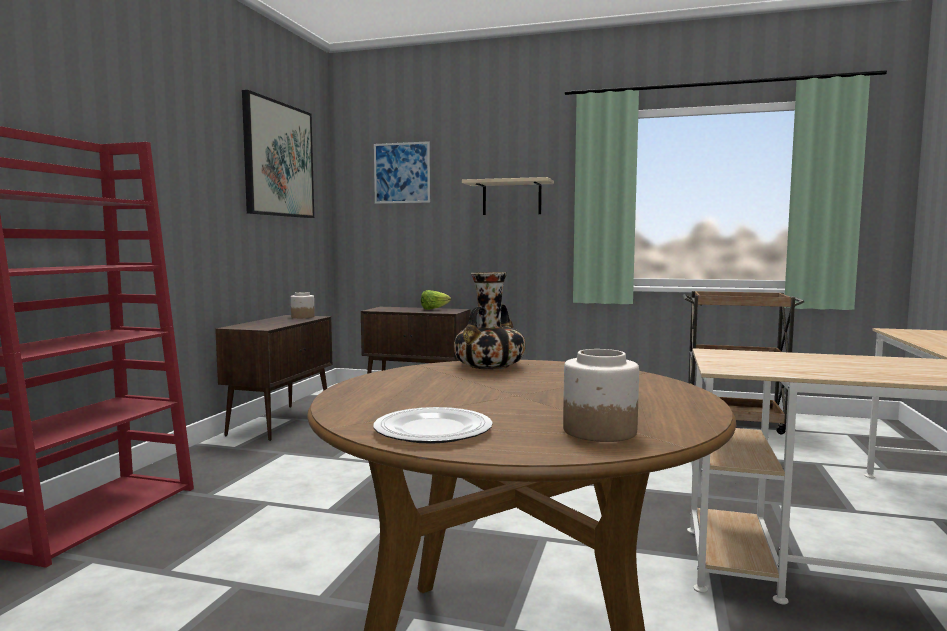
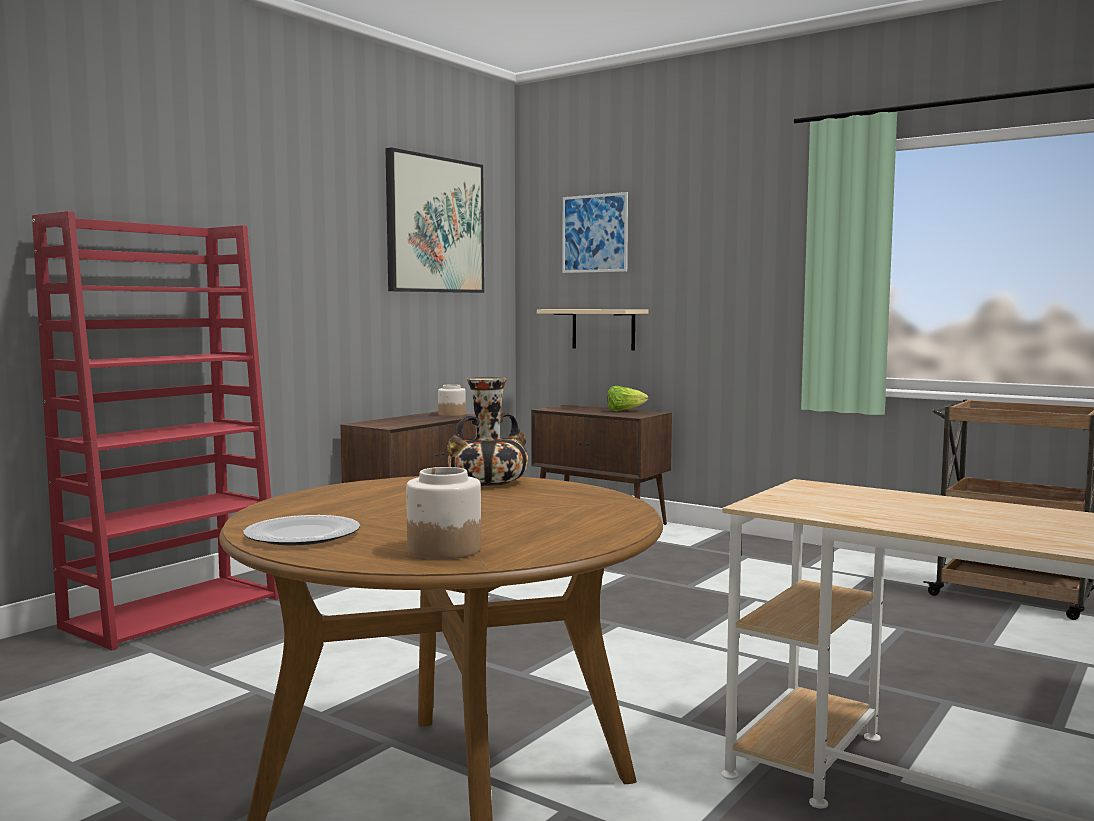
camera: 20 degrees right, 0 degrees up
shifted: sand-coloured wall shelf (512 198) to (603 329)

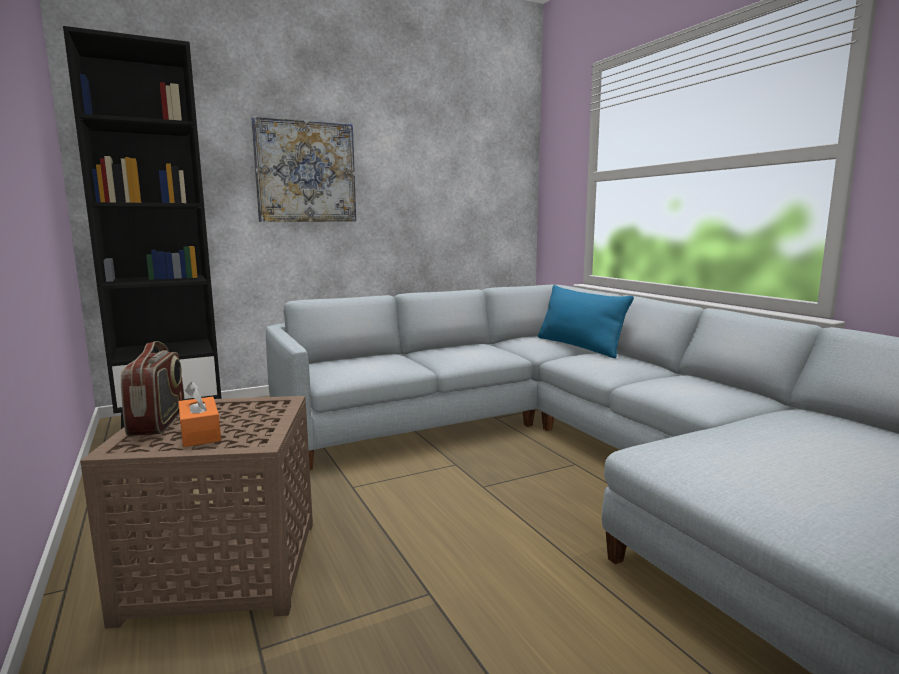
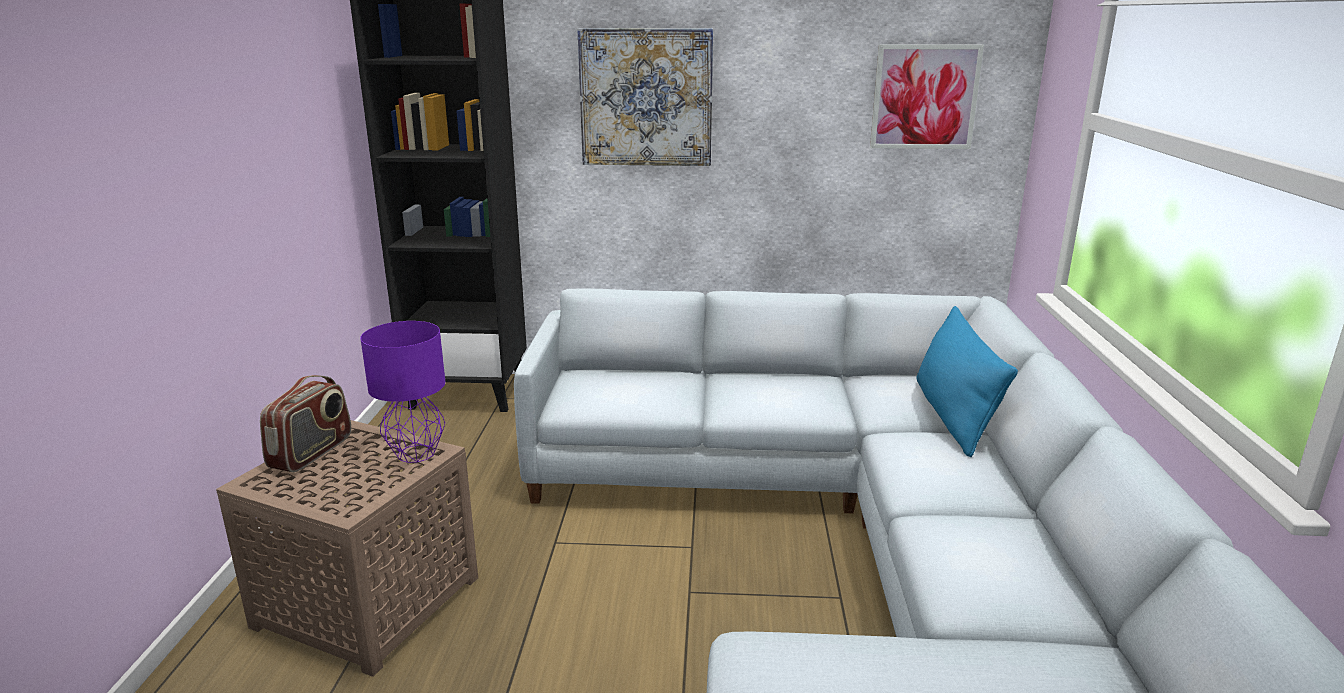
camera: 30 degrees right, 10 degrees up
gone: orange-coloured tissue holder (200 433)
new: purplish lamp for a table (417 453); picture (924 97)

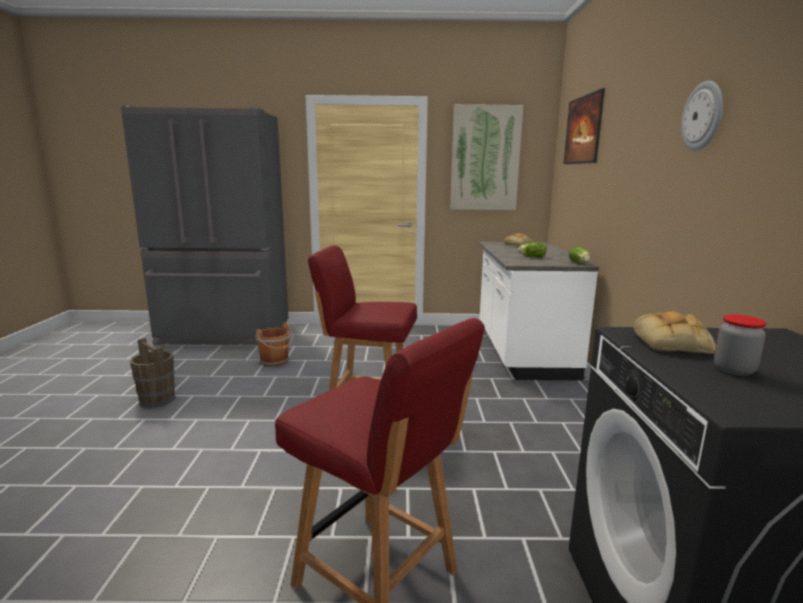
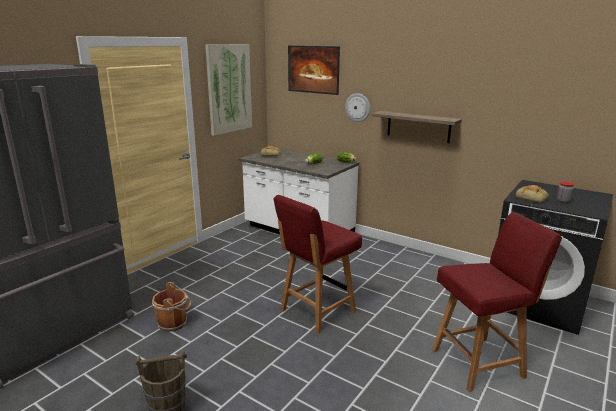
camera: 55 degrees left, 5 degrees up
new: wall shelf (418 126)
shifted: hanging clock (703 116) to (358 107)

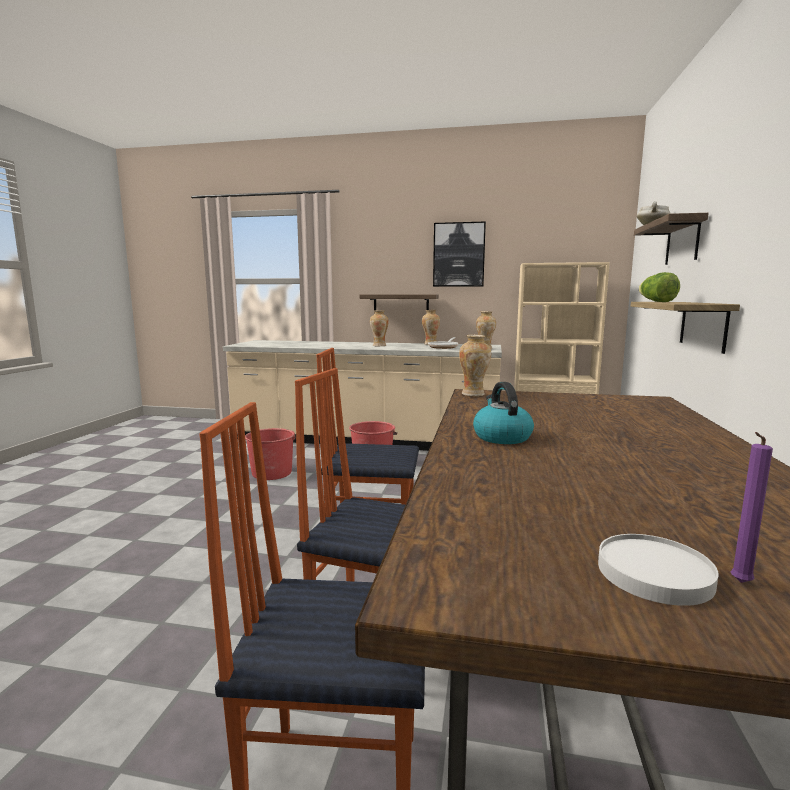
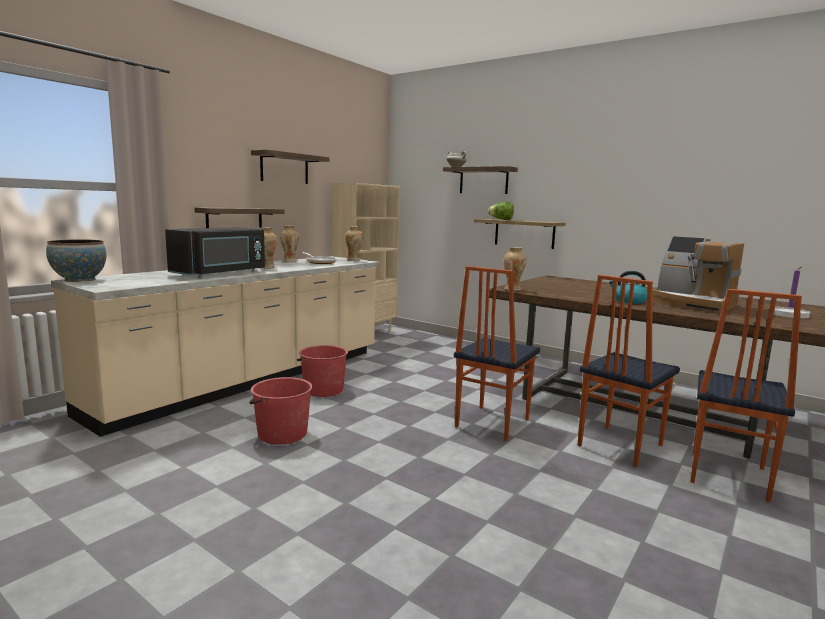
camera: 65 degrees left, 0 degrees up
new: bowl (79 280); black-coloured microwave (221 273); coffee machine (693 304)
swapped: picture (459 255) to wall shelf (284 168)

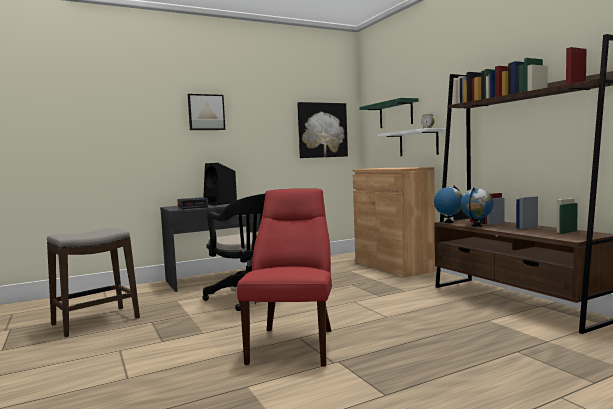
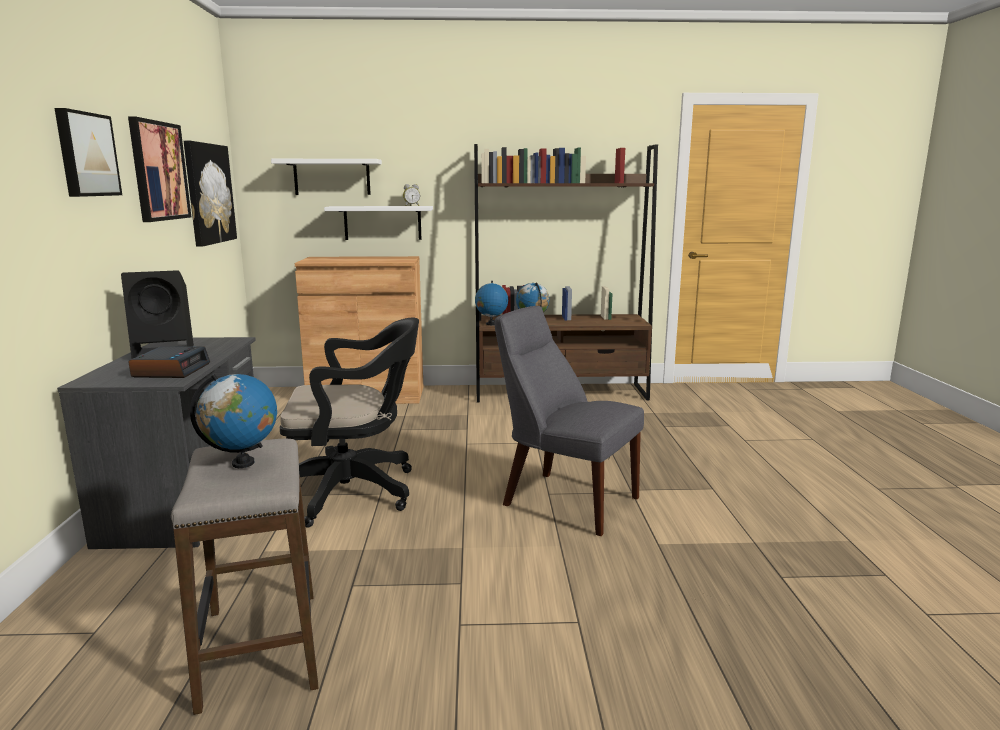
camera: 65 degrees left, 10 degrees up
new: picture (158 171); world globe (243 463)
repainted: red upright chair (293 344) to greyish upright chair (565 500); greenish wall shelf (395 114) to white-coloured wall shelf (332 177)

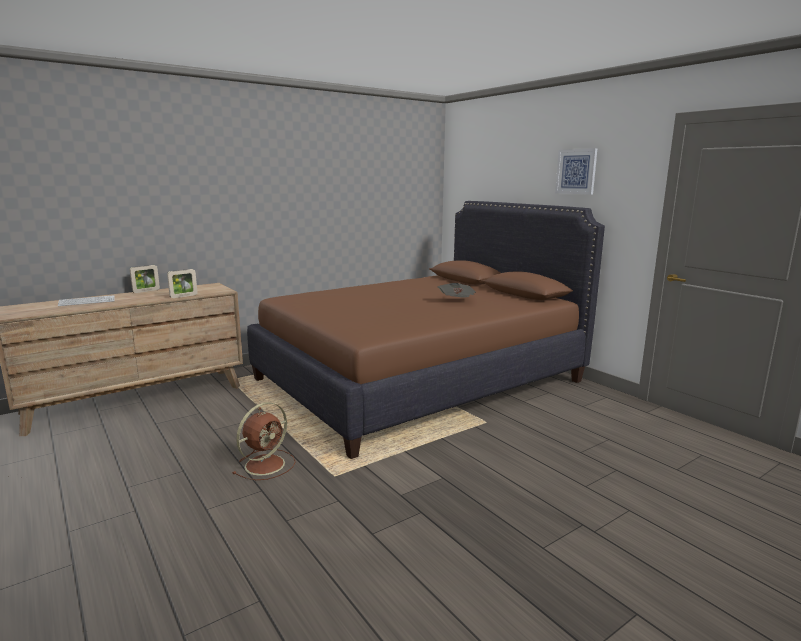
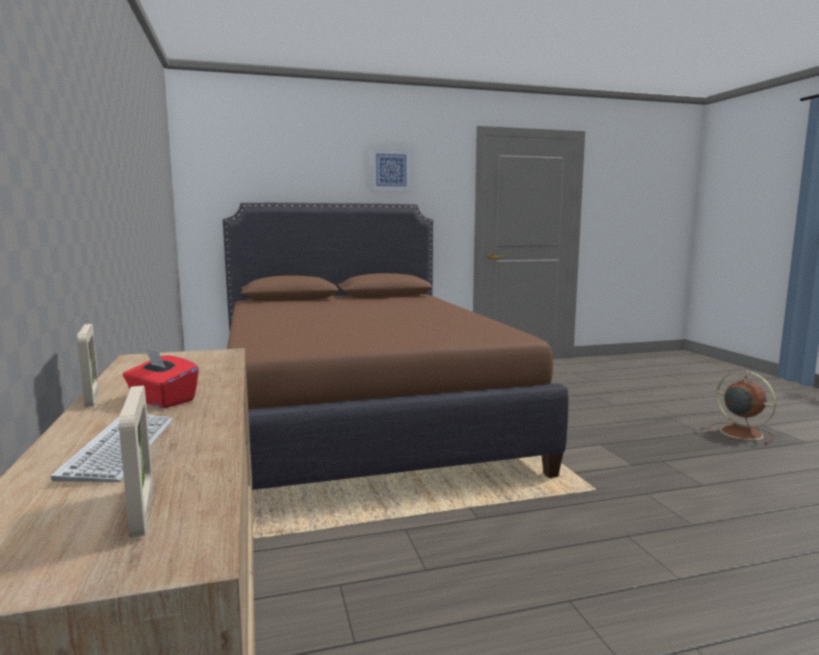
camera: 70 degrees left, 5 degrees down
gone: daily paper (457 301)
new: red tissue holder (162 400)
shifted: standing frame (183 296) to (142 511); brown electric fan (266 464) to (739 432)

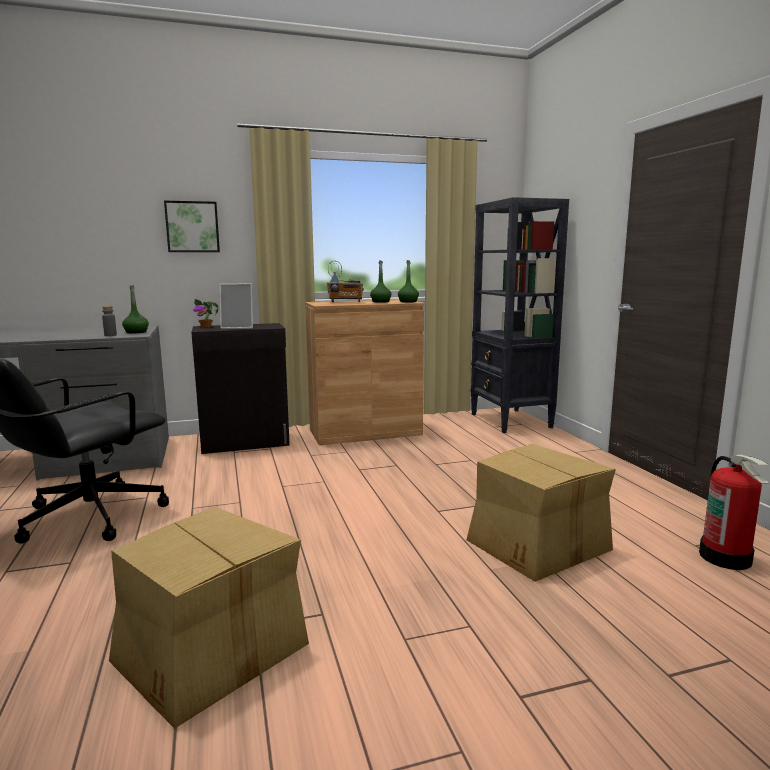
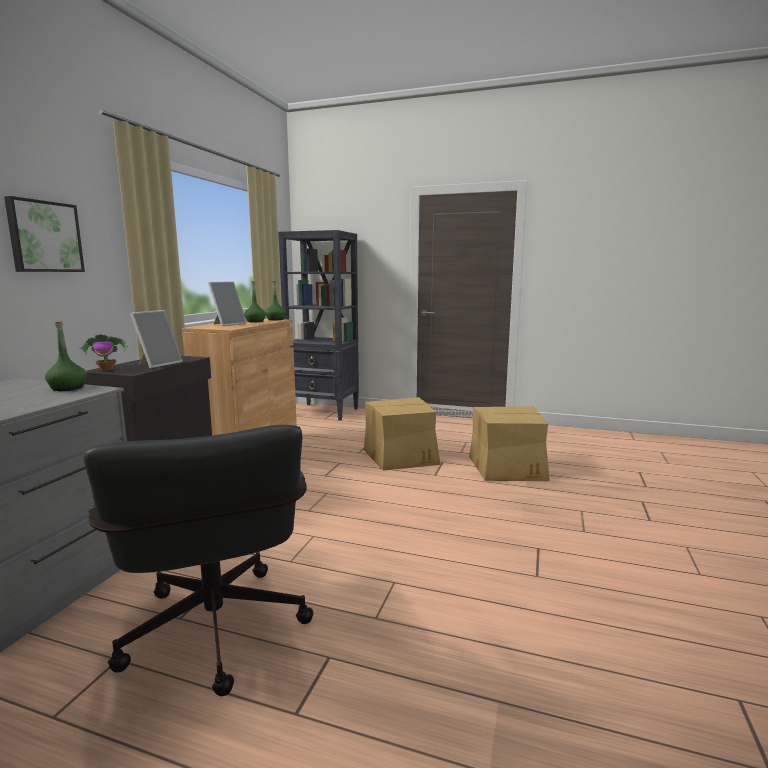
camera: 55 degrees left, 0 degrees up
gone: greyish drink bottle (110 335); fire extinguisher (726 557)
shifted: carton (209 651) to (402 456)
swapped: radio (346 302) to standing frame (227 324)

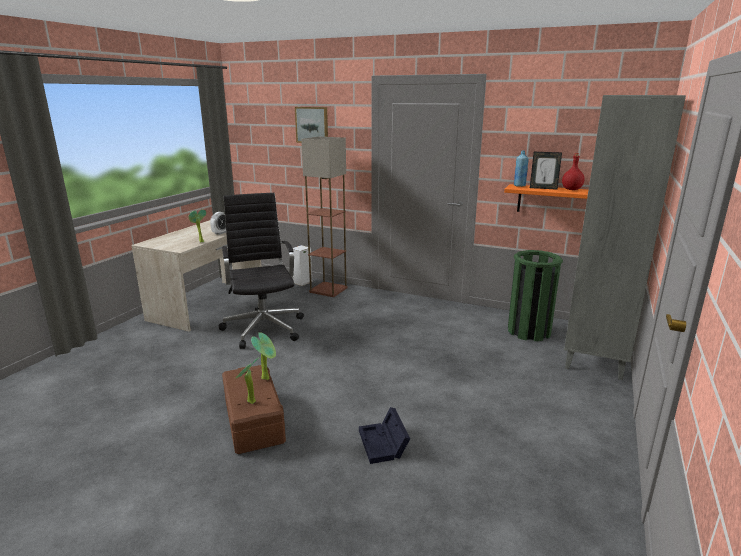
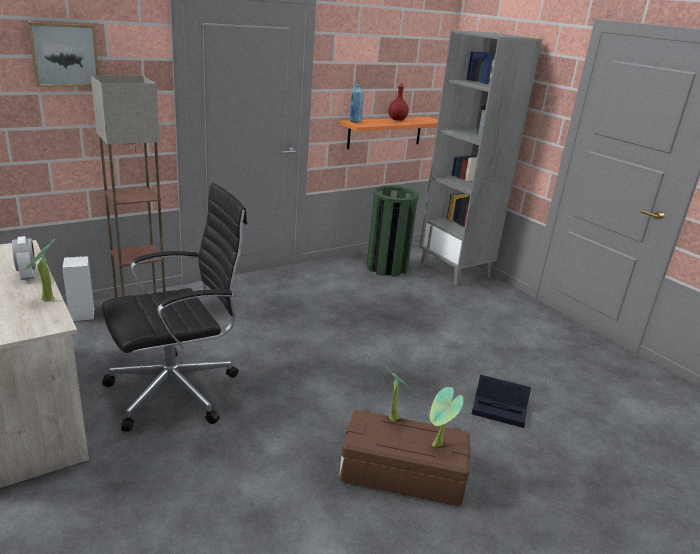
camera: 60 degrees left, 5 degrees up
gone: standing frame (543 188)
rotated: black-coloured desk chair (264 327) = (177 390) 135 degrees clockwise

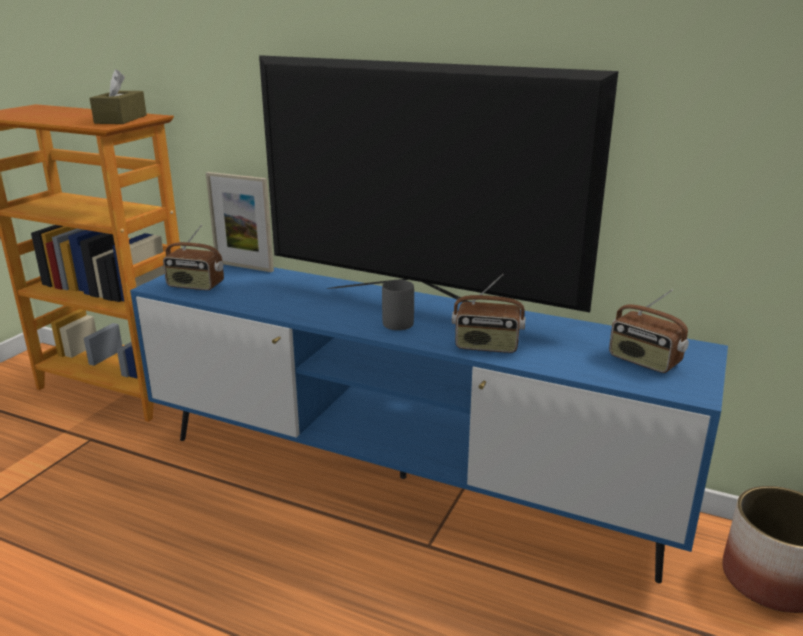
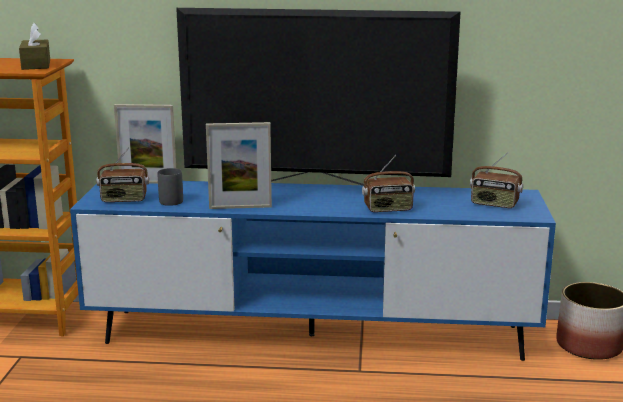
camera: 20 degrees left, 5 degrees down
new: standing frame (240 207)
shifted: greyish coffee mug (397 320) to (169 200)

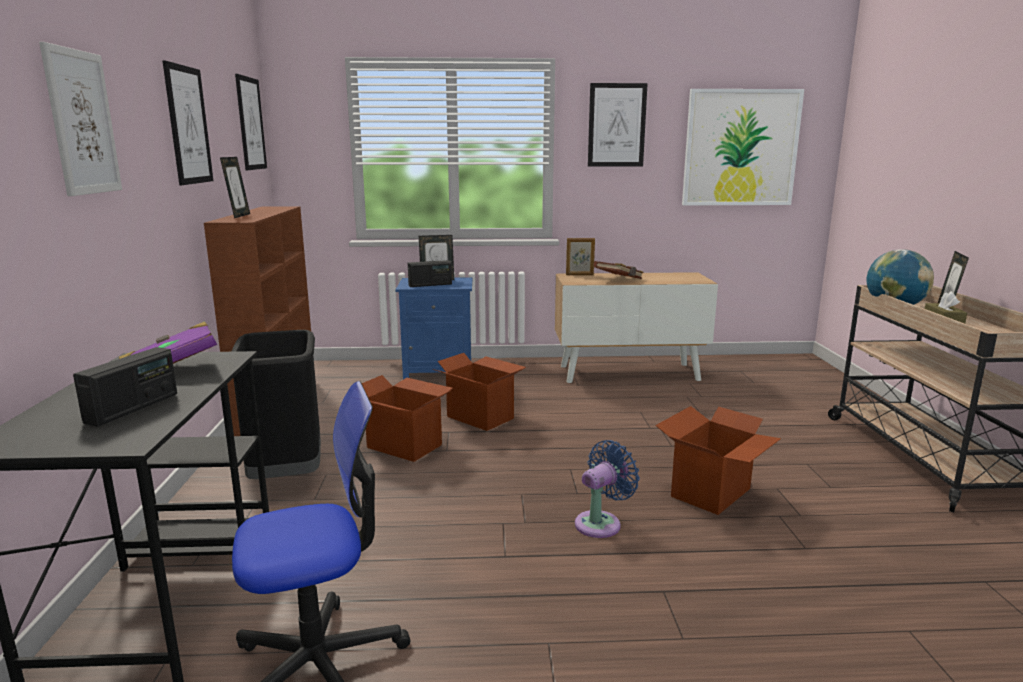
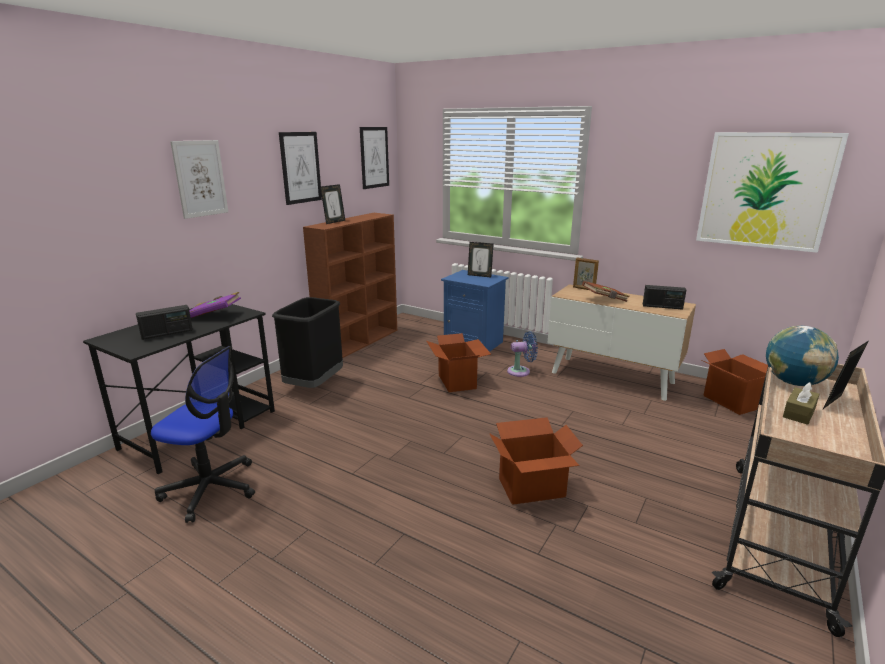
camera: 35 degrees right, 5 degrees up
gone: picture (616 125)
shifted: carton (405 446) to (732 401); radio (430 285) to (662 306); blue electric fan (601 523) to (521 371)

